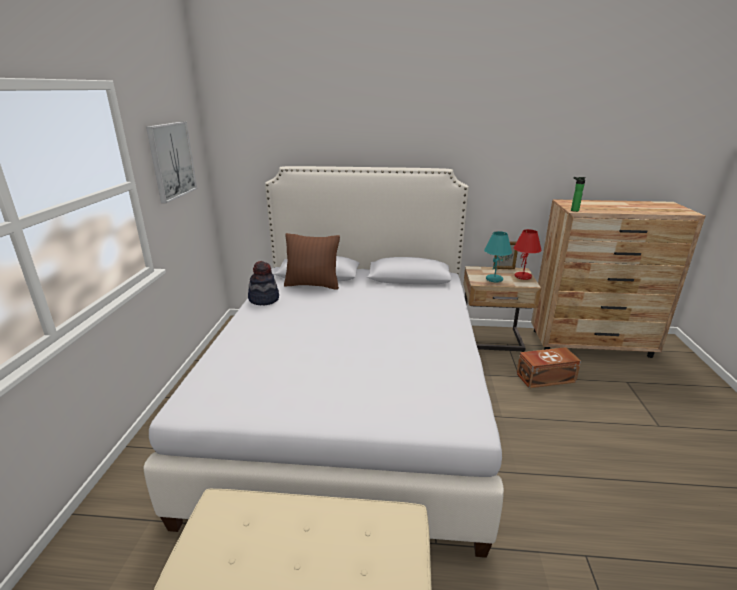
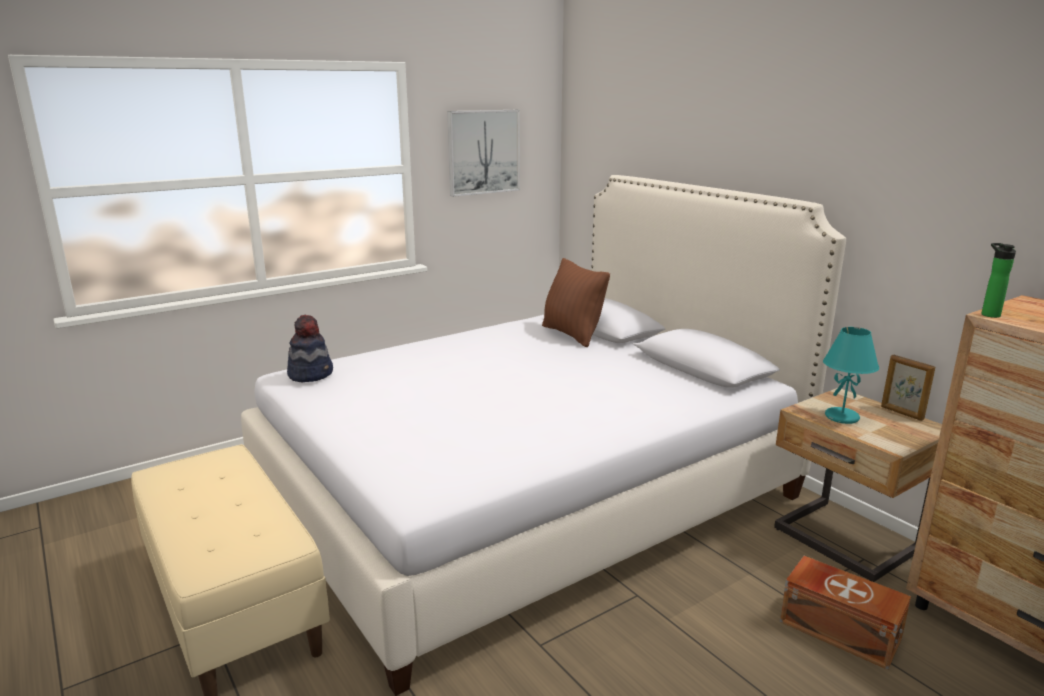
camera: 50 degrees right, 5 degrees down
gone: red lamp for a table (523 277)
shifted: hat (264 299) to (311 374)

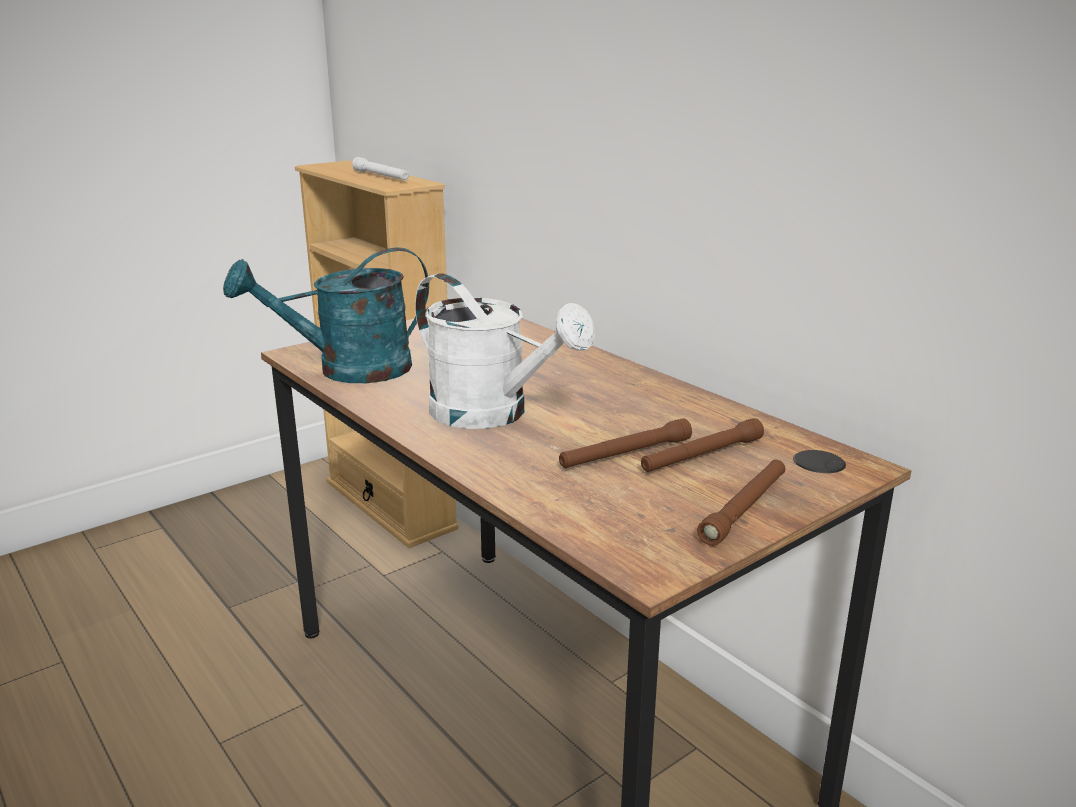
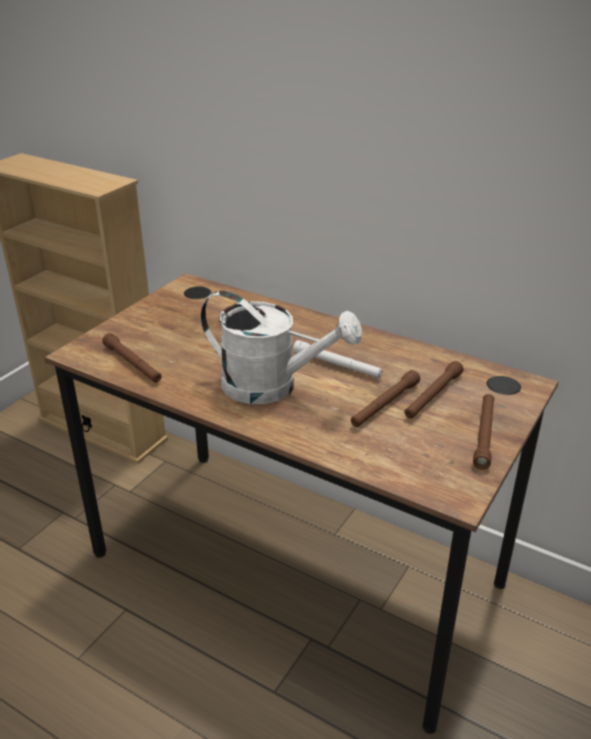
camera: 20 degrees left, 10 degrees up
shifted: white-coloured flashlight (381 176) to (337 365)
swapped: turquoise watering pot (348 370) to brown flashlight (132 364)

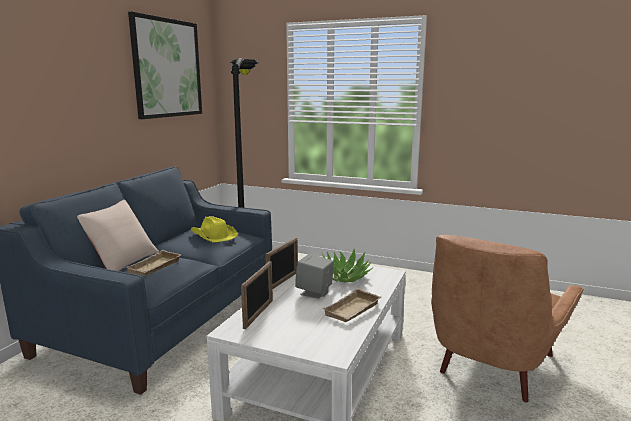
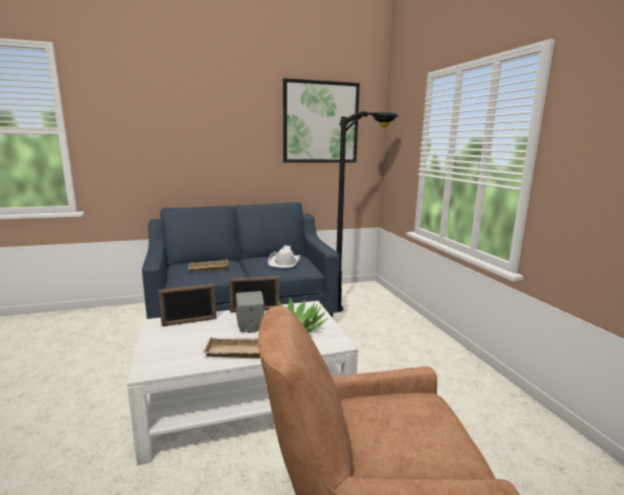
camera: 50 degrees right, 0 degrees up
gone: sand-coloured pillow (121 260)
repainted: yellow-coloured hat (213 236) to white-coloured hat (285 262)

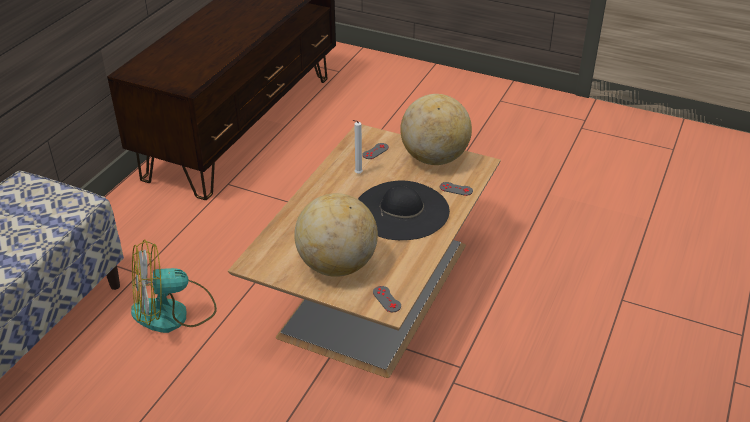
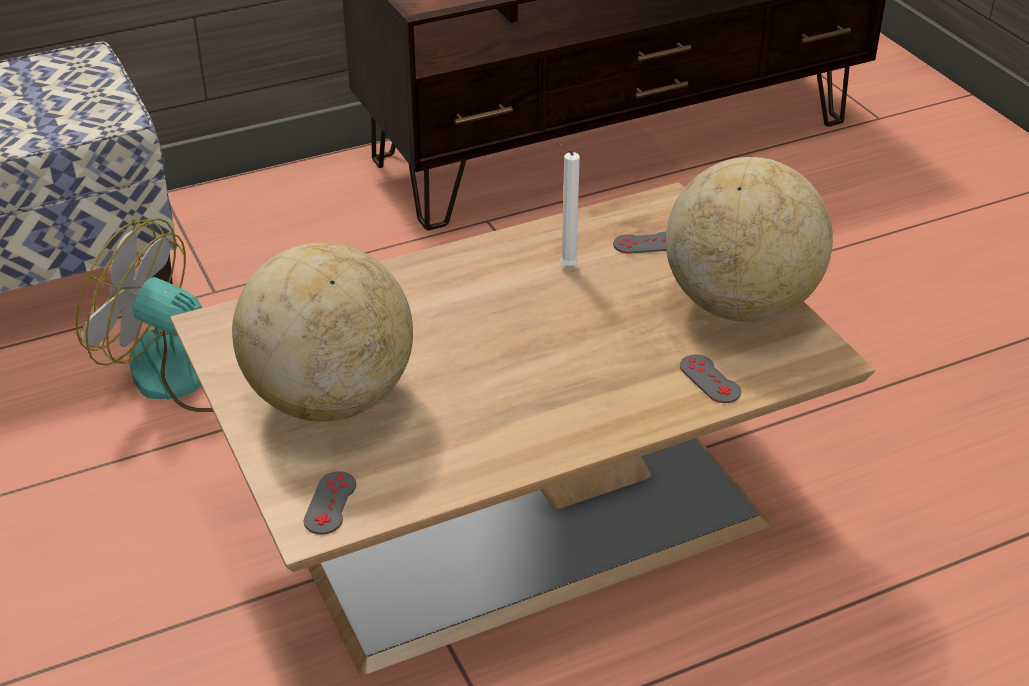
camera: 40 degrees right, 0 degrees up
gone: black-coloured hat (402 210)

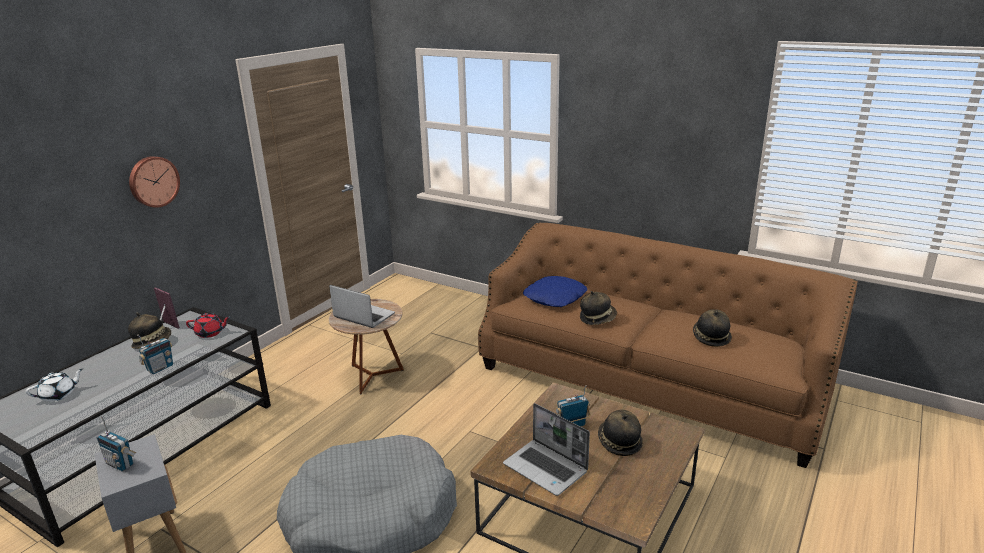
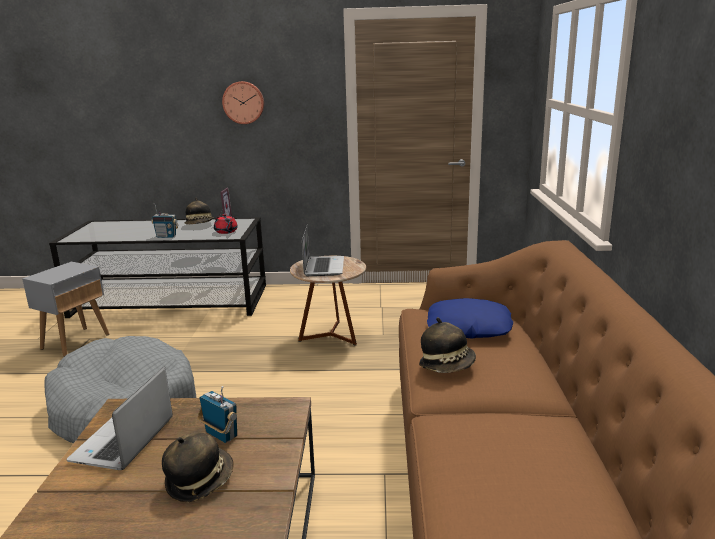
camera: 60 degrees right, 5 degrees down
gone: white-coloured teapot (59 394); radio (120 464); hat (710 337)

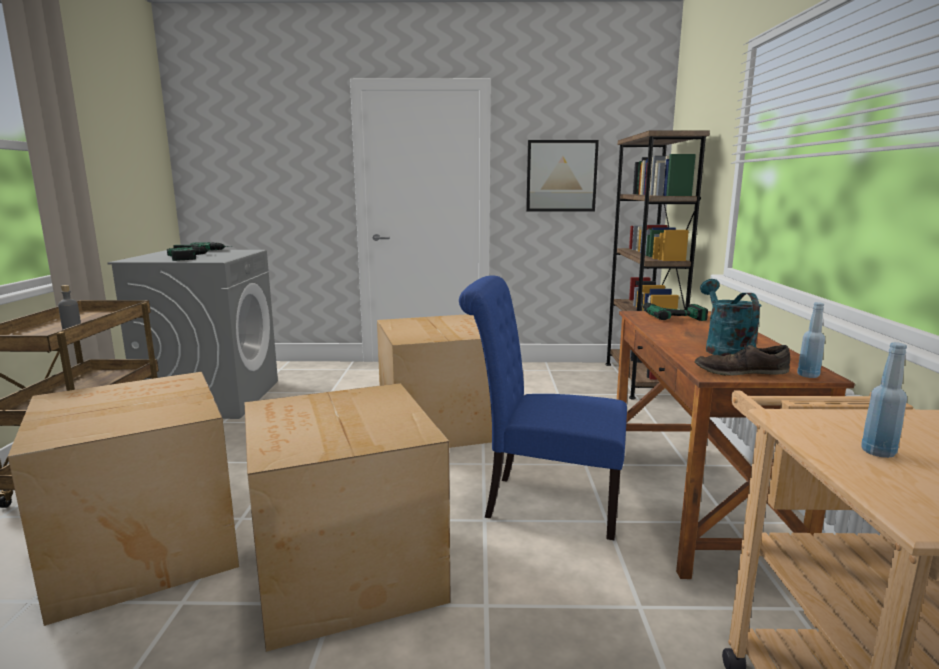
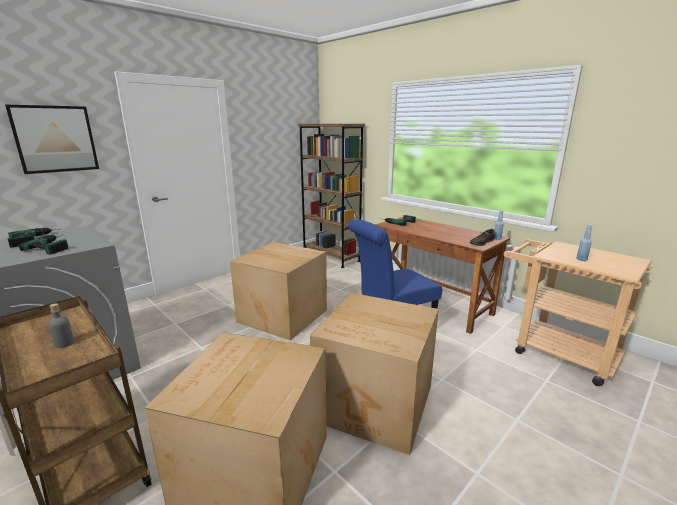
camera: 45 degrees left, 5 degrees up
gone: turquoise watering pot (725 349)
shifted: picture (561 176) to (55 139)

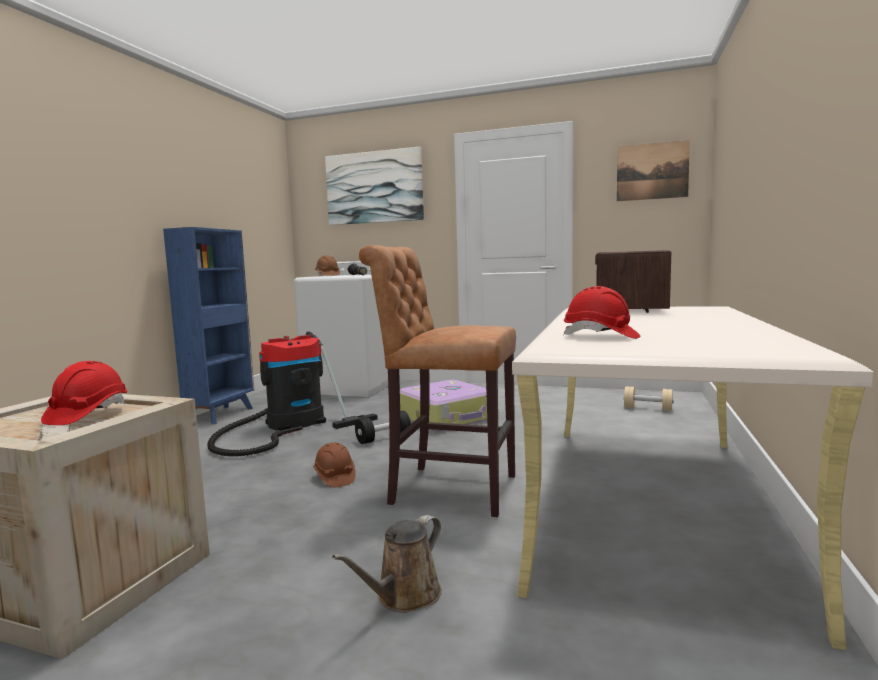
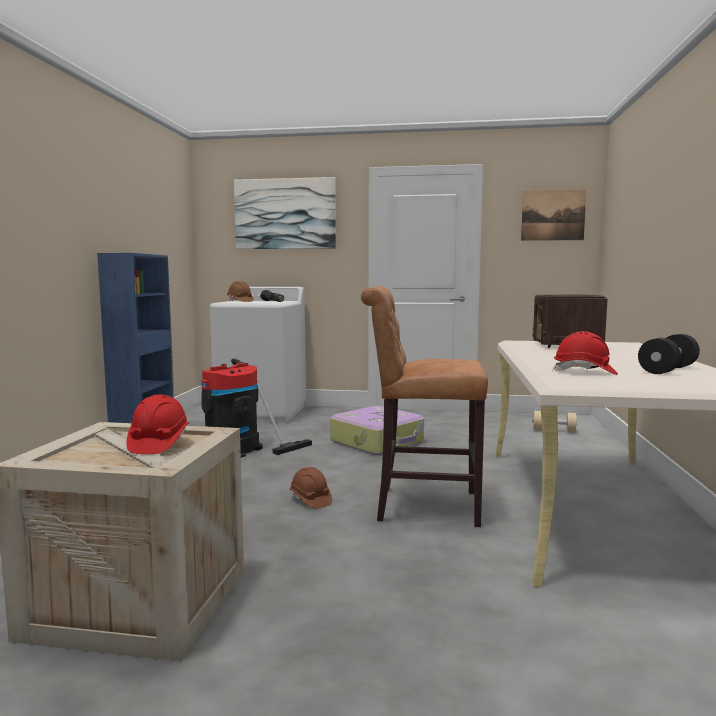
camera: 10 degrees left, 0 degrees up
gone: brown watering pot (404 596)
shifted: black-coloured hand weight (383 438) to (668 370)

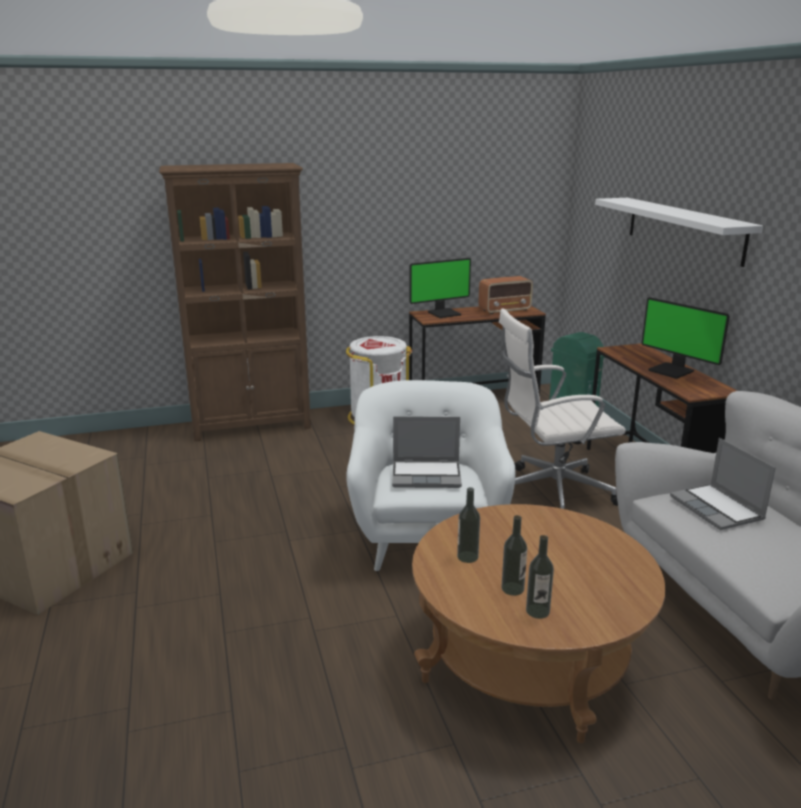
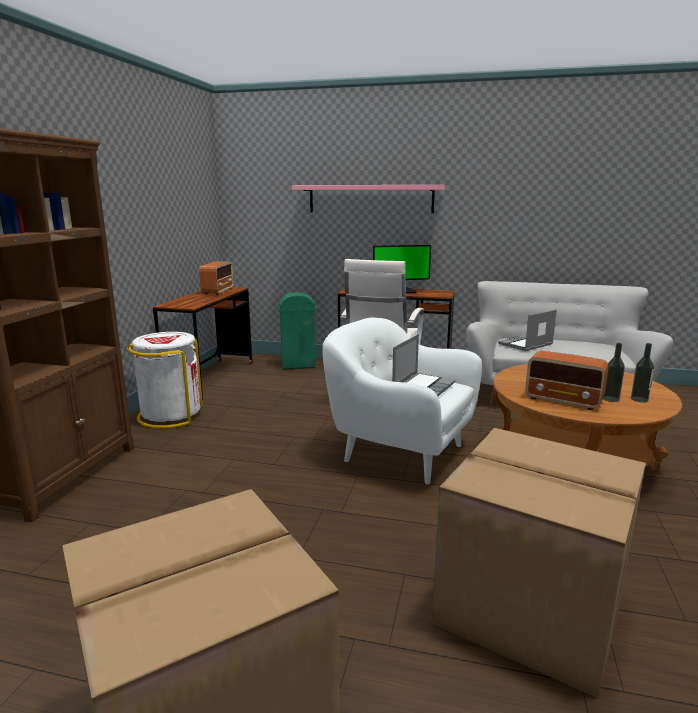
camera: 60 degrees left, 5 degrees down
gone: computer display (444 313)
new: carton (527 607)
swapped: drink bottle (467 557) to radio (564 401)
repainted: white-coloured wall shelf (684 229) to pink wall shelf (370 199)
rotated: portable computer (718 509) = (525 344) 135 degrees clockwise

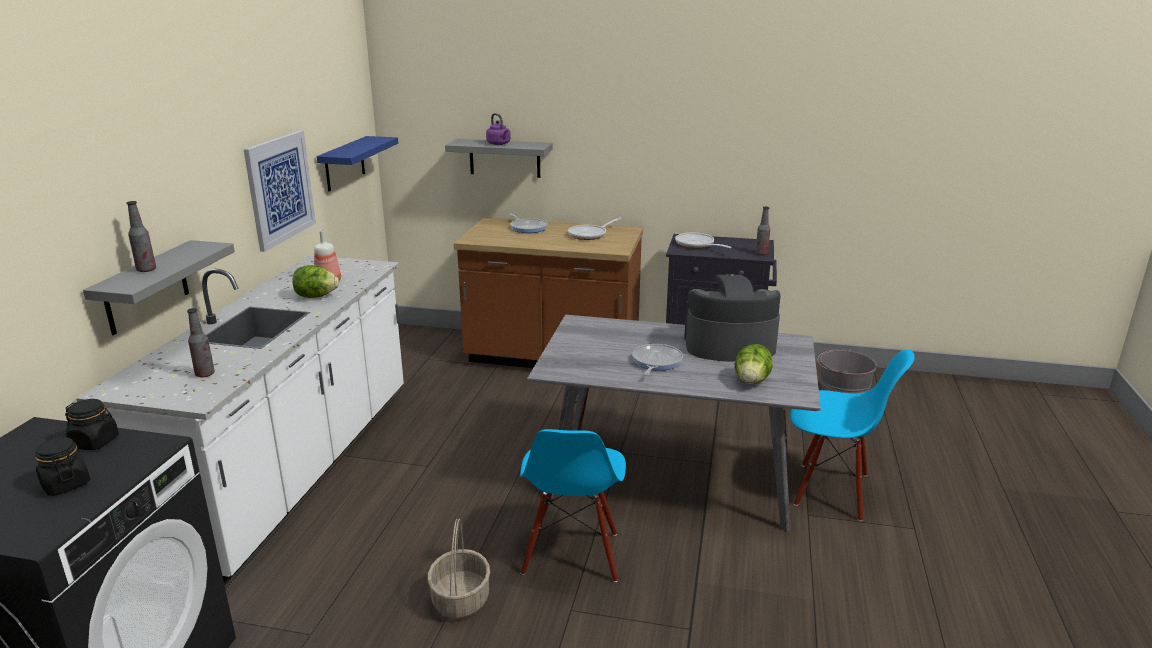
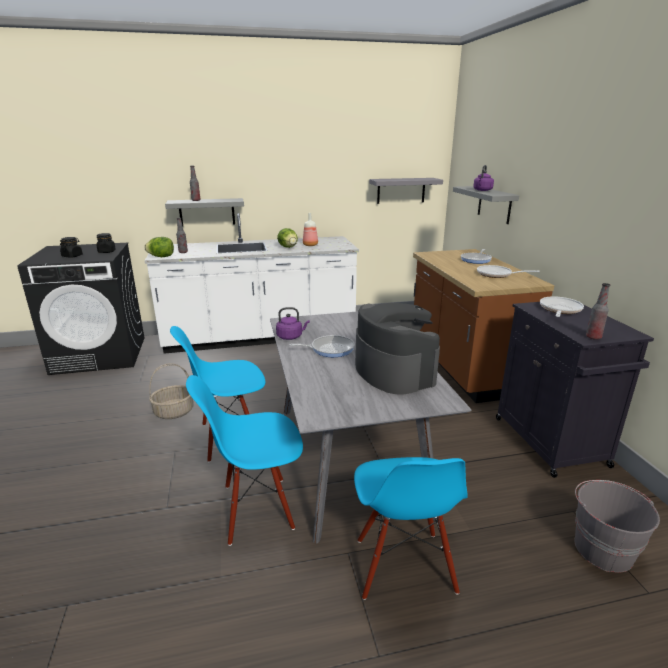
camera: 65 degrees right, 0 degrees up
gone: picture (280 189)
new: blue upright chair (257 508); purplish water kettle (291 337)
shifted: lettuce (751 381) to (161 257)
repainted: blue wall shelf (344 163) to greyish wall shelf (401 190)

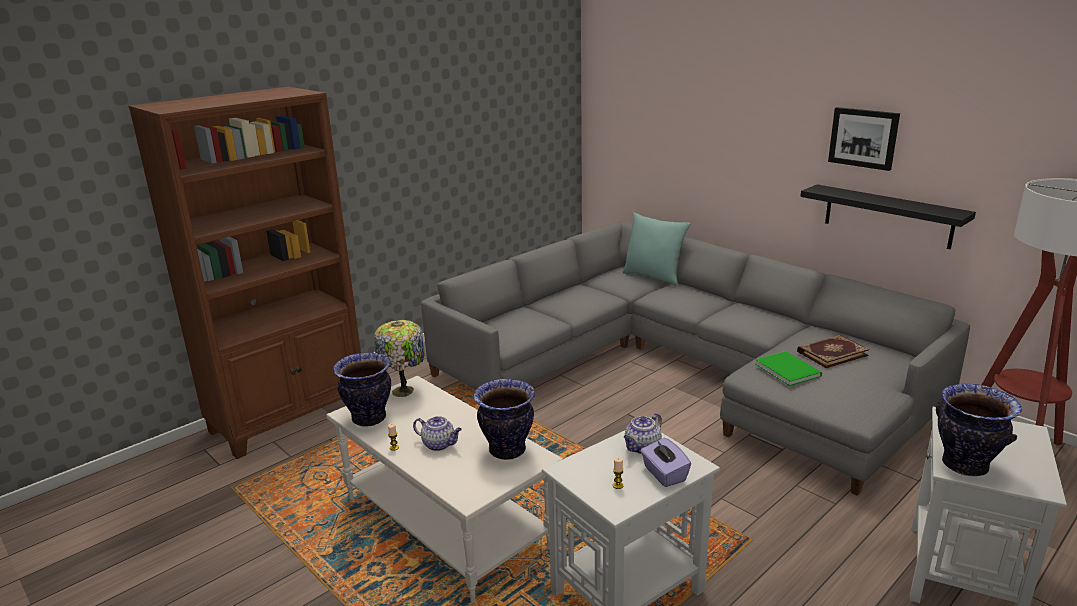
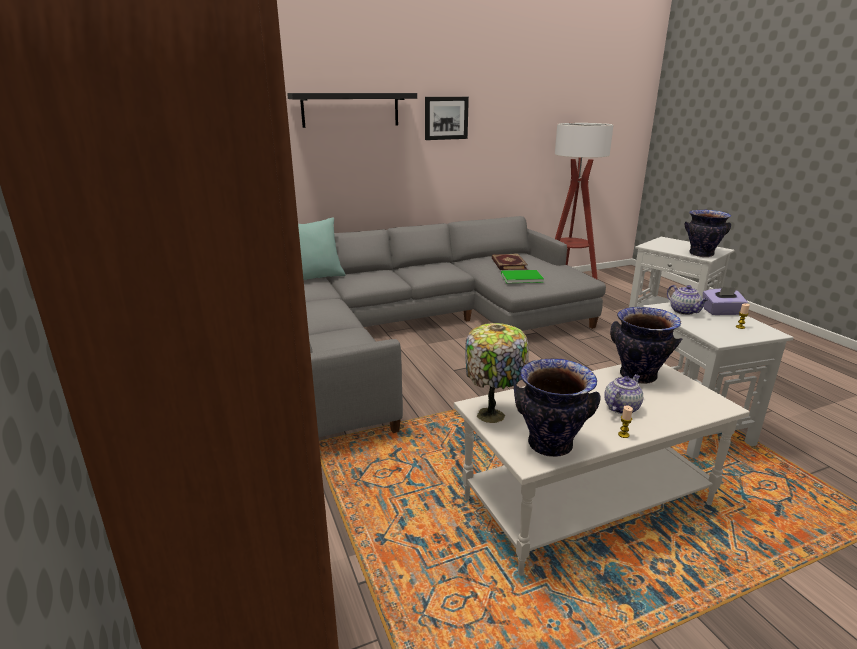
camera: 70 degrees left, 0 degrees up
shifted: black-coloured wall shelf (887 216) to (350 109)

